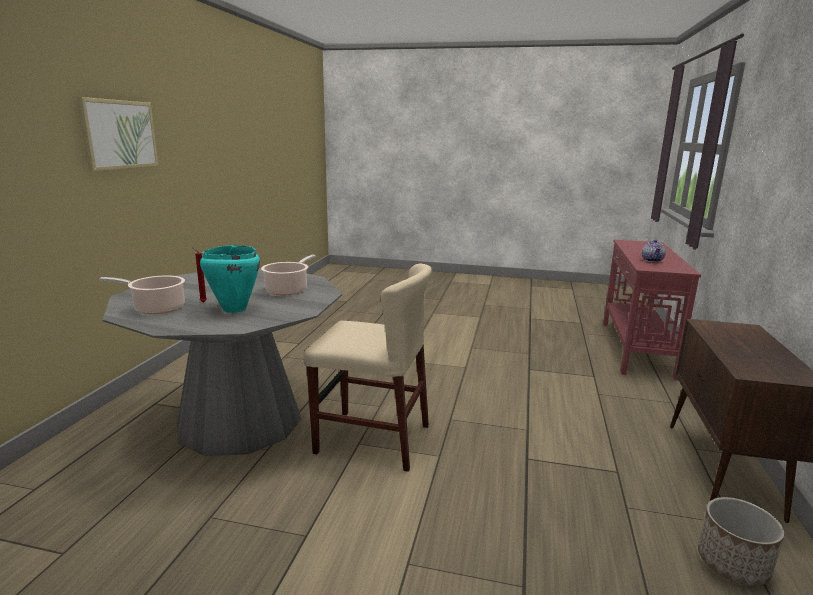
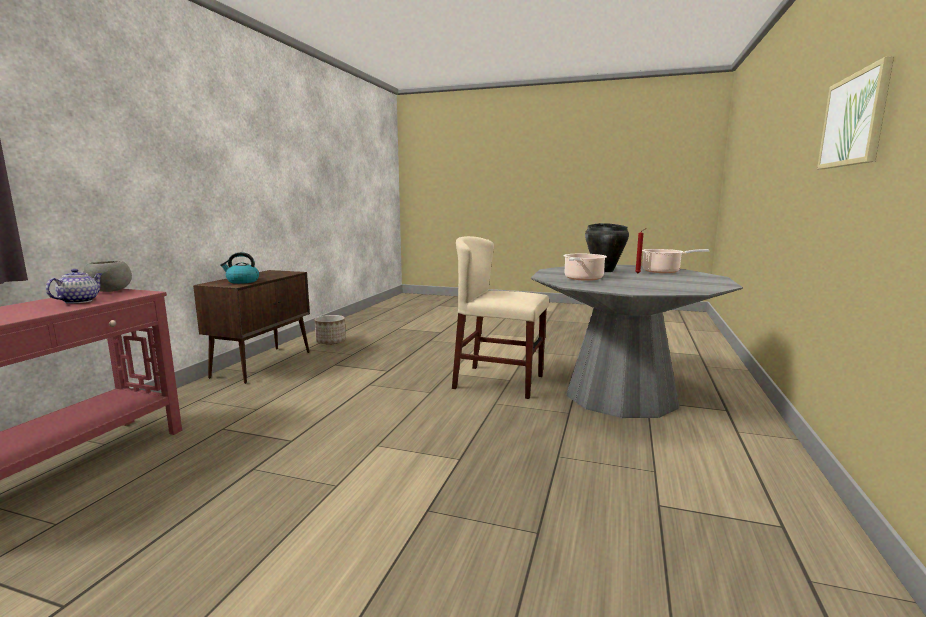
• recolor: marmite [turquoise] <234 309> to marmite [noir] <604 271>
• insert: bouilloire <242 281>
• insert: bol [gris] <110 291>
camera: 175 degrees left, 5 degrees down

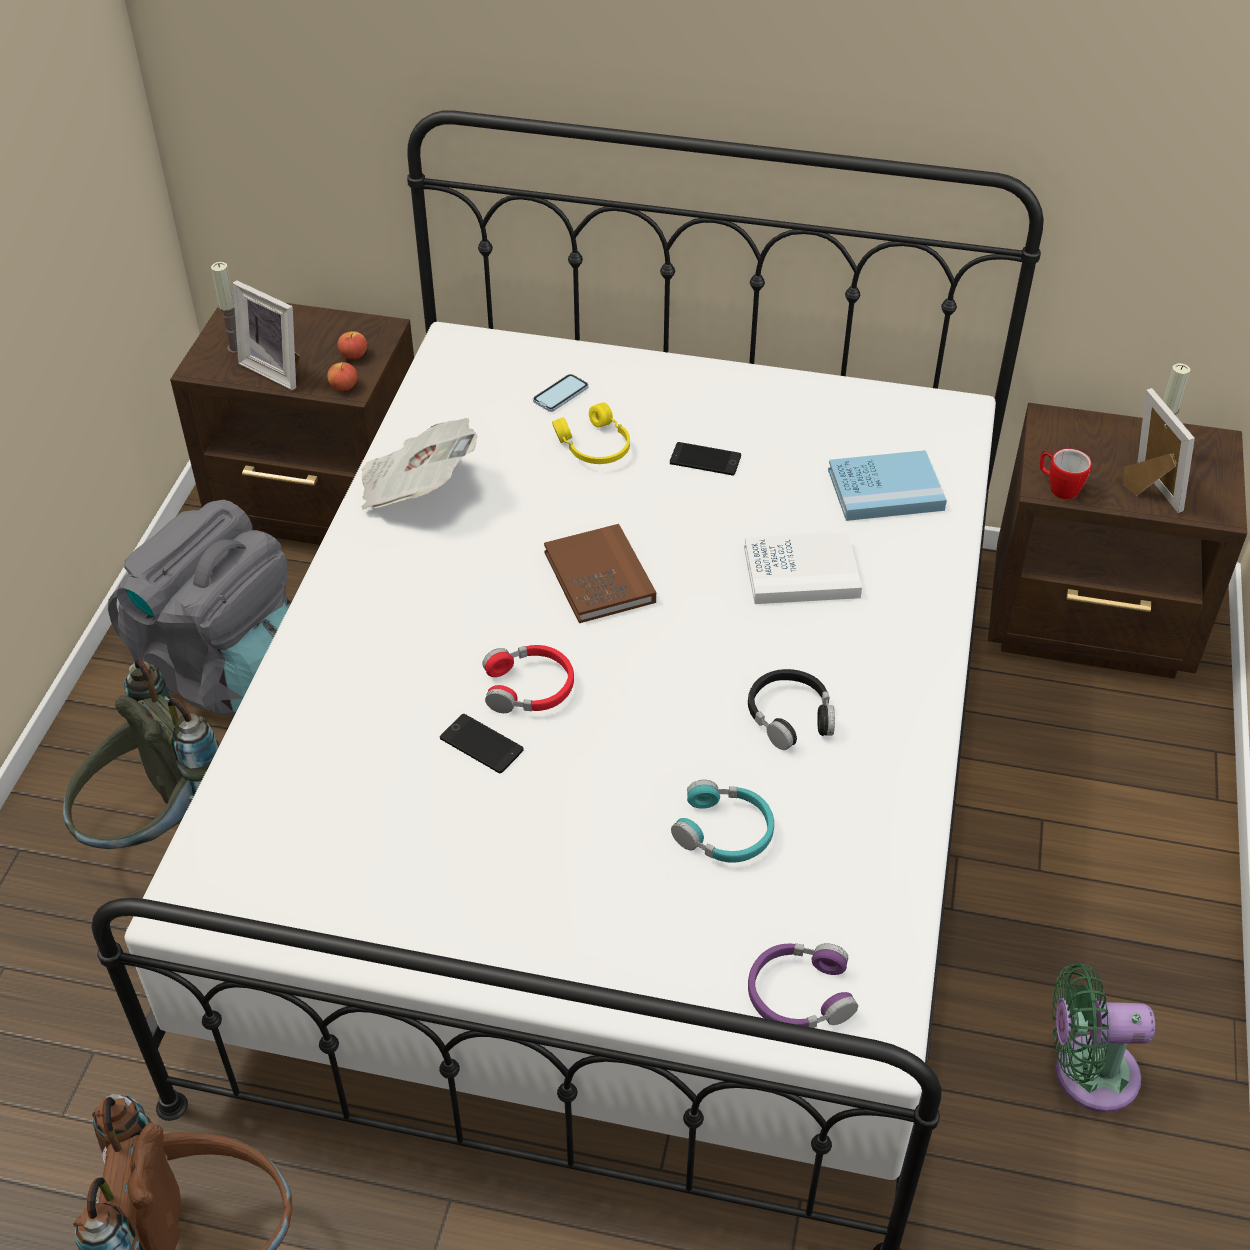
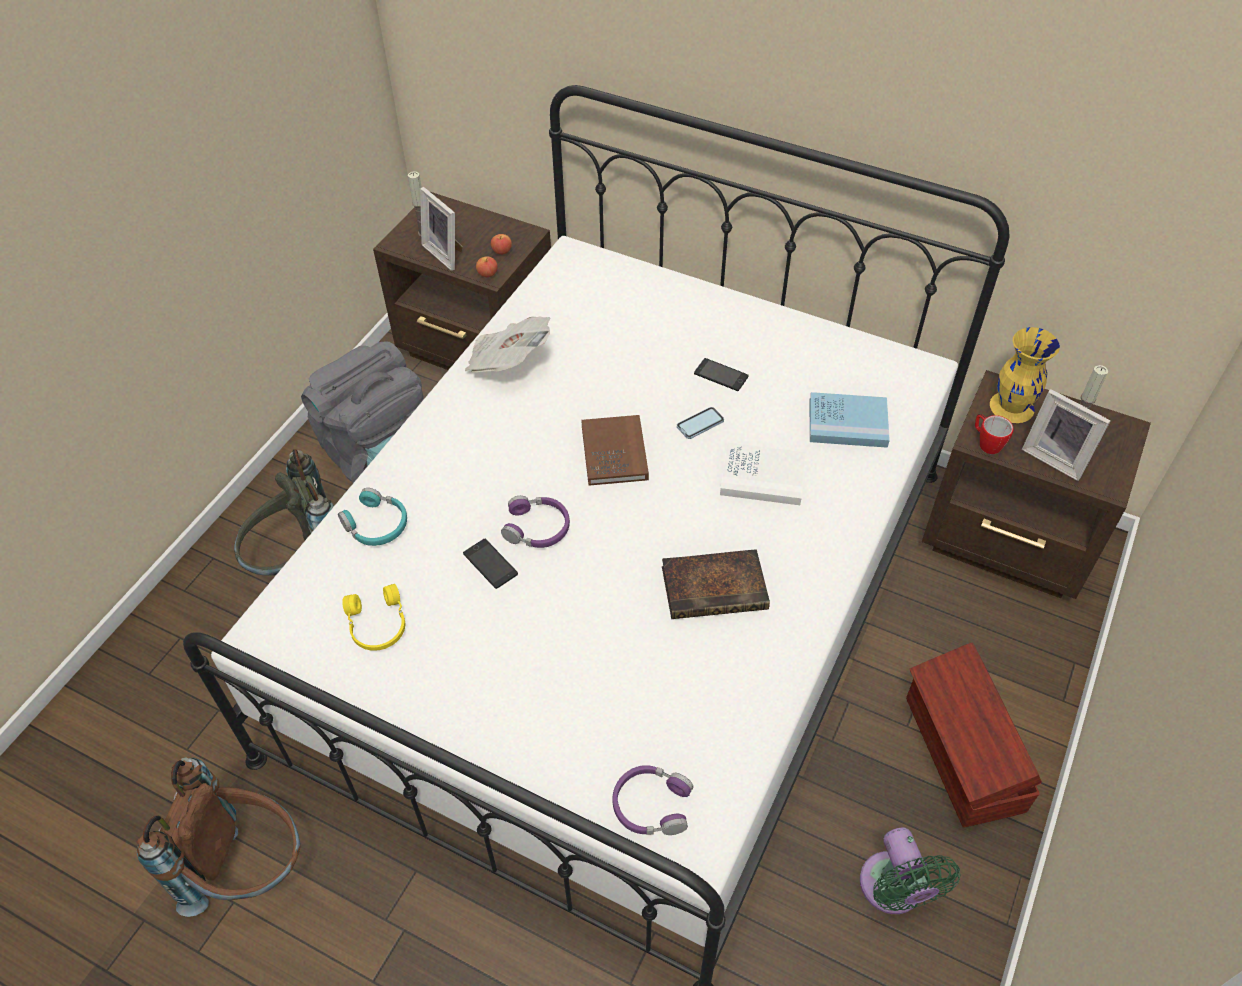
• move: téléphone <560 394> to <700 424>
• rotate: cadre photo <1146 490> = <1056 457> 135 degrees clockwise
• move: casque audio [jaune] <594 447> to <377 625>
• recolor: casque audio [rouge] <529 688> to casque audio [violet] <537 528>
• replace: casque audio [noir] <790 716> to livre <716 587>
• move: casque audio [turquoise] <724 832> to <376 525>
• rotate: ventilateur [vert] <1086 1073> = <893 890> 120 degrees counterclockwise
• insert: vase [jaune] <1012 407>
• insert: boîte de rangement [marron] <962 755>
camera: 15 degrees right, 5 degrees up

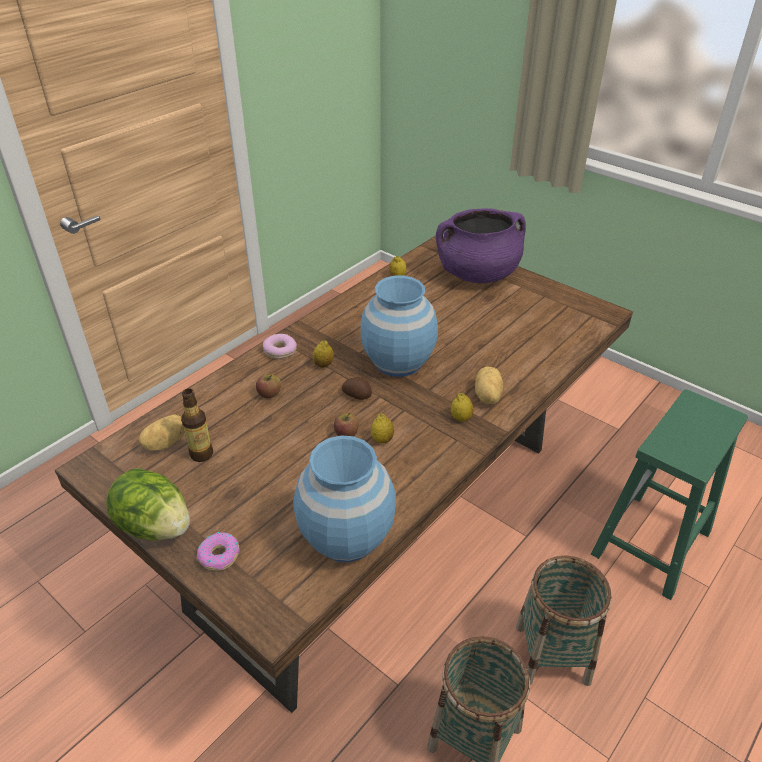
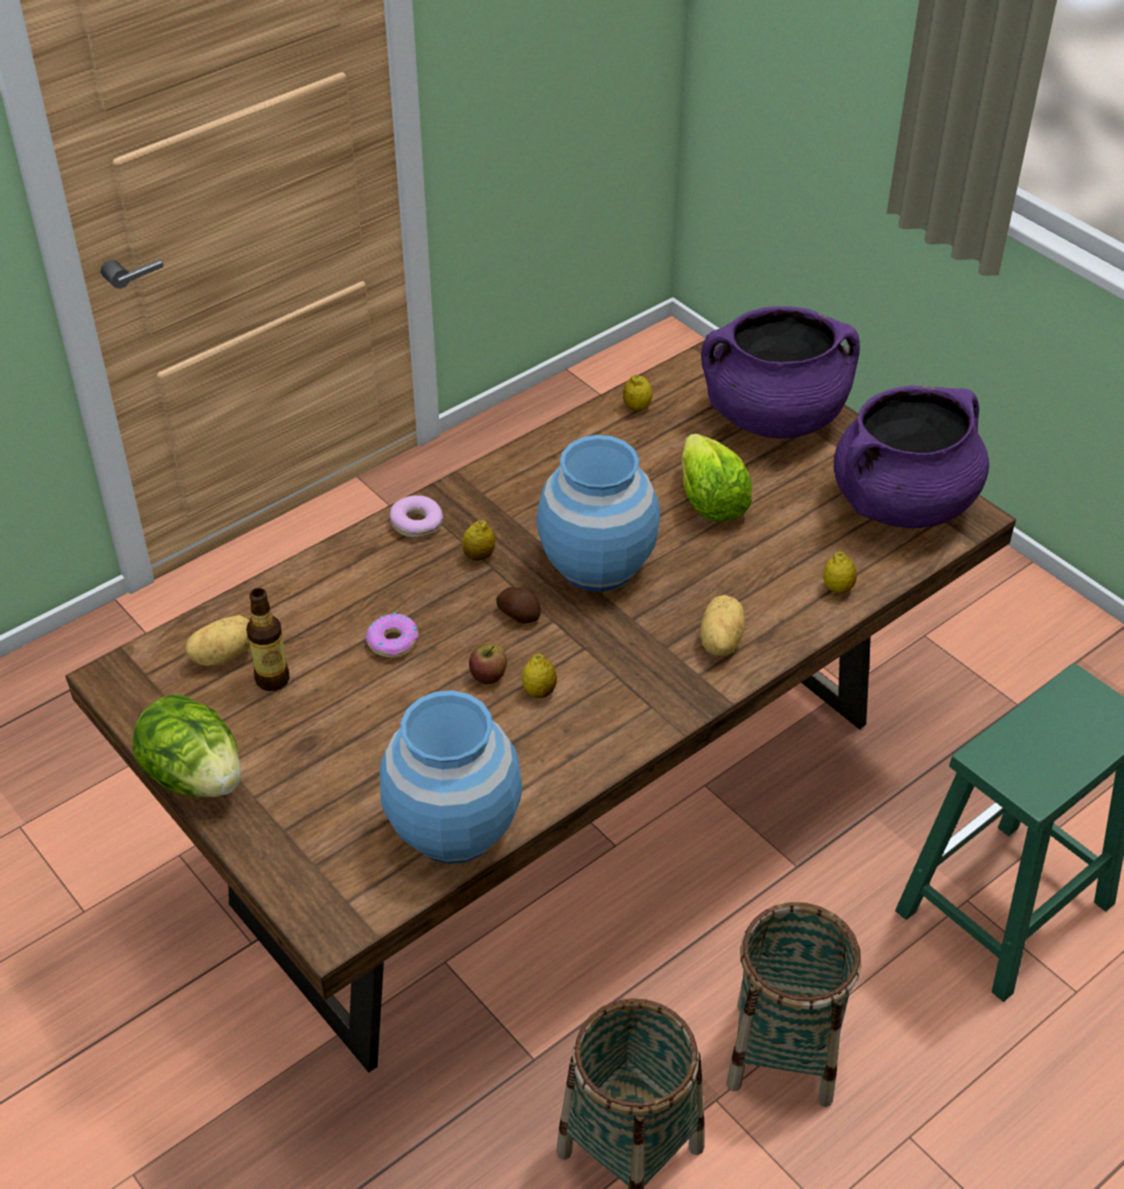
• delete: pomme <269 394>
• move: citron <461 418> to <837 588>
• move: beignet <219 555> to <393 641>
• insert: marmite [violet] <902 503>
• insert: laitue <710 501>
camera: 10 degrees right, 5 degrees up

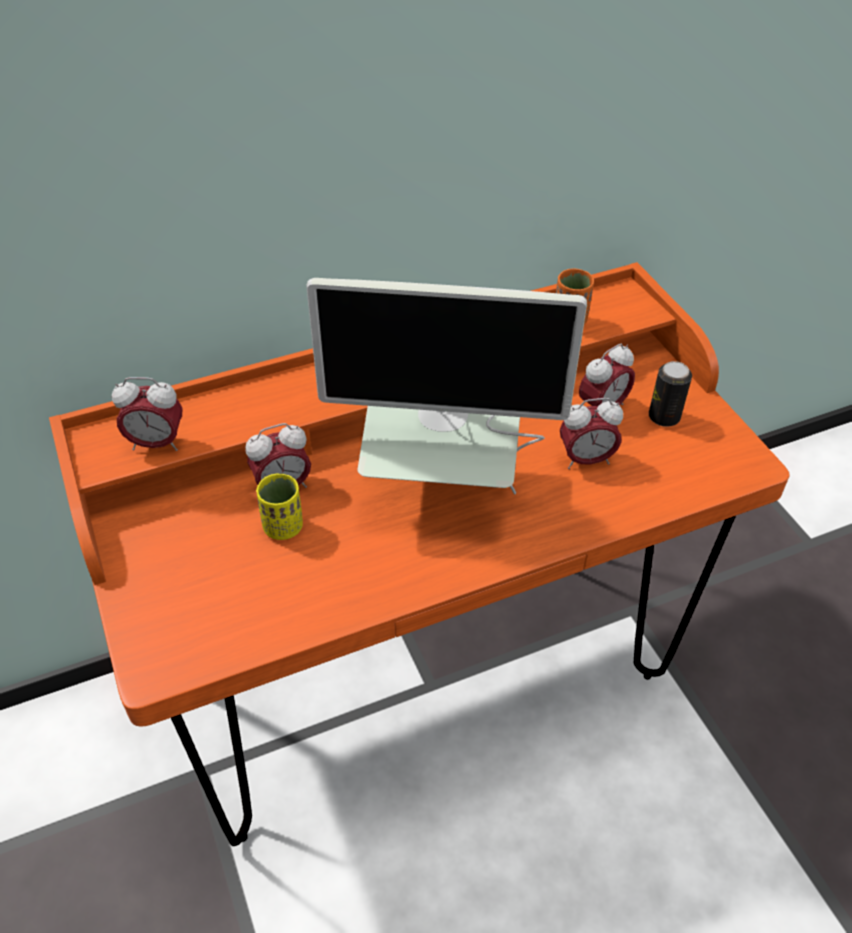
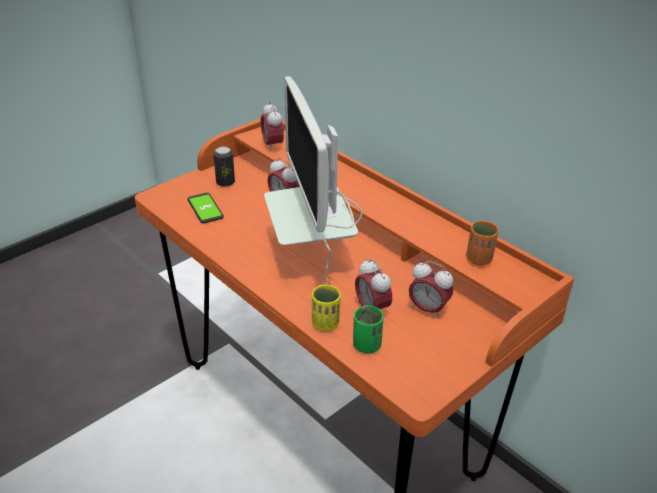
• move: boîte métallique <664 417> to <225 182>
• move: tasse [jaune] <283 527> to <325 323>
• insert: téléphone <205 209>
• insert: tasse [vert] <366 345>
camera: 70 degrees right, 10 degrees down

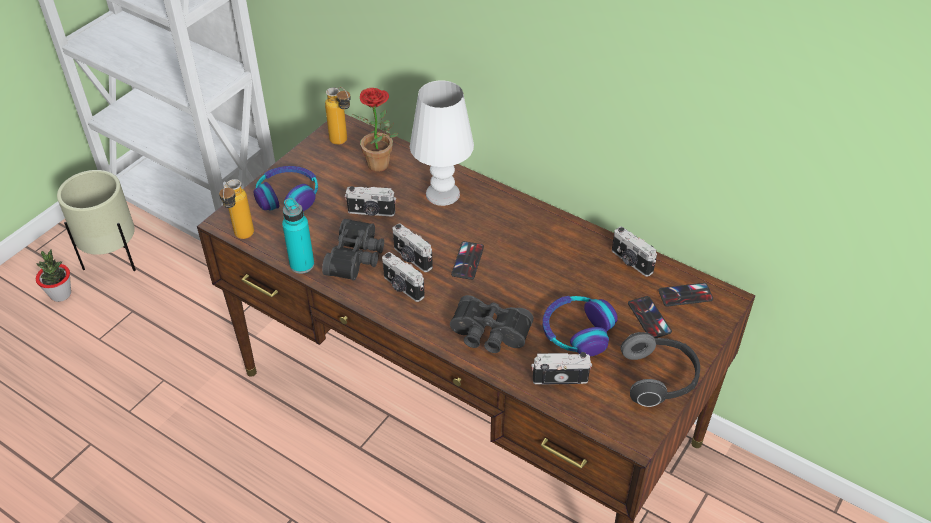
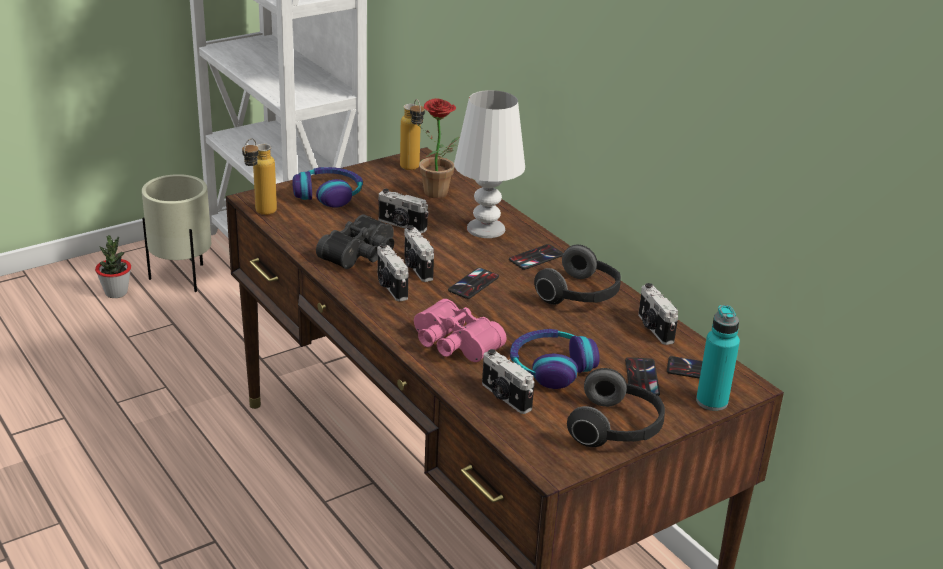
• move: bouteille [turquoise] <302 265> to <711 401>
• recolor: jumelles [noir] <489 335> to jumelles [rose] <453 345>
• rotate: appareil photo <560 377> = <504 397> 150 degrees counterclockwise
• insert: téléphone <536 257>
• insert: casque audio <580 295>
camera: 20 degrees right, 15 degrees down

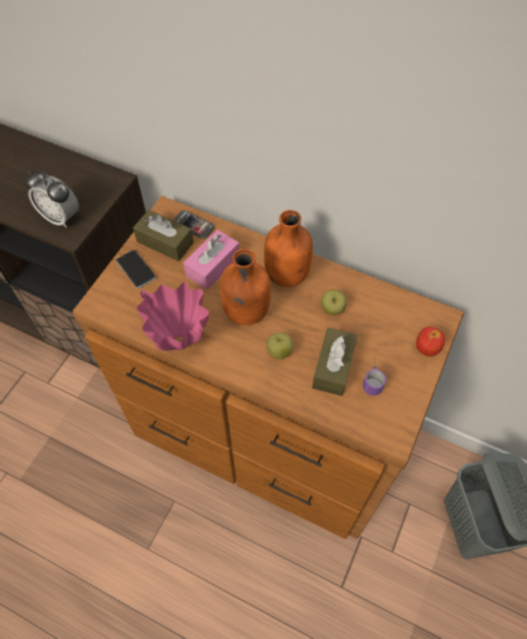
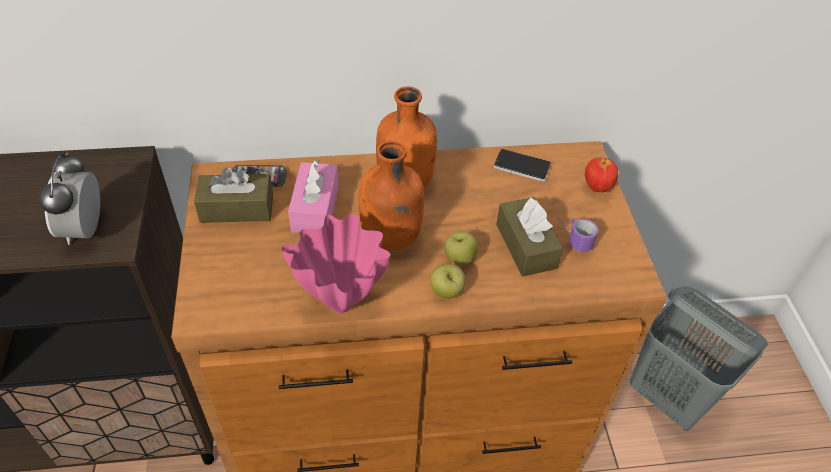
• rotate: réveil <61 217> = <85 229> 90 degrees clockwise
• move: téléphone <136 269> to <522 166>
• move: pomme <332 309> to <446 291>
camera: 35 degrees left, 10 degrees down

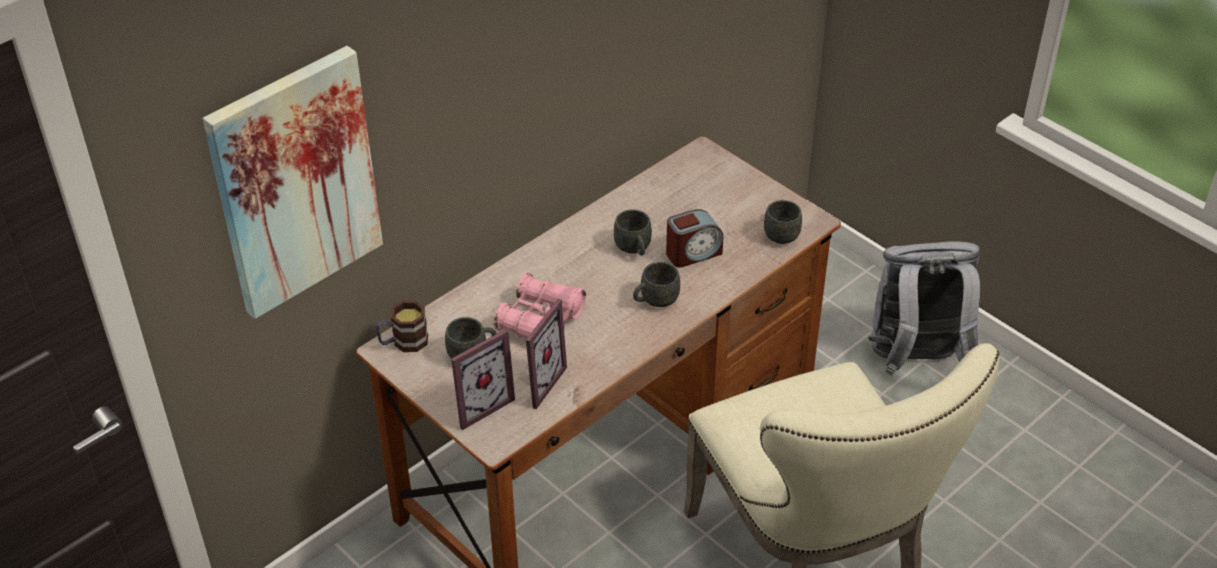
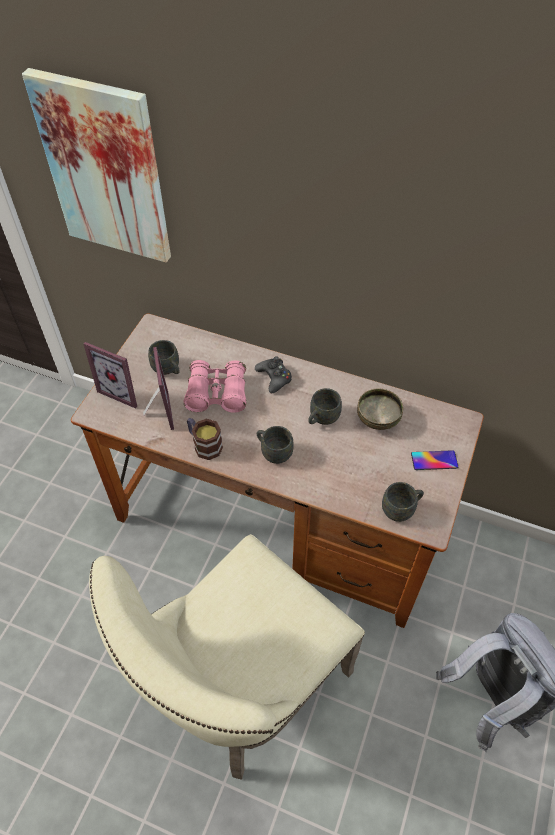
• delete: réveil <693 253>
• rotate: cadre photo <535 382> = <157 413> 105 degrees counterclockwise
• move: mug <403 342> to <204 444>
• insert: manette [noir] <274 378>
• insert: bol <377 419>
• insert: téléphone <434 460>
camera: 65 degrees right, 10 degrees up

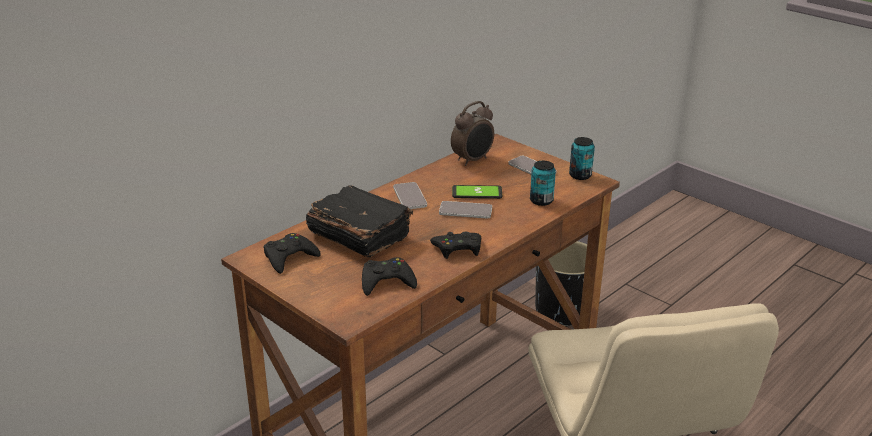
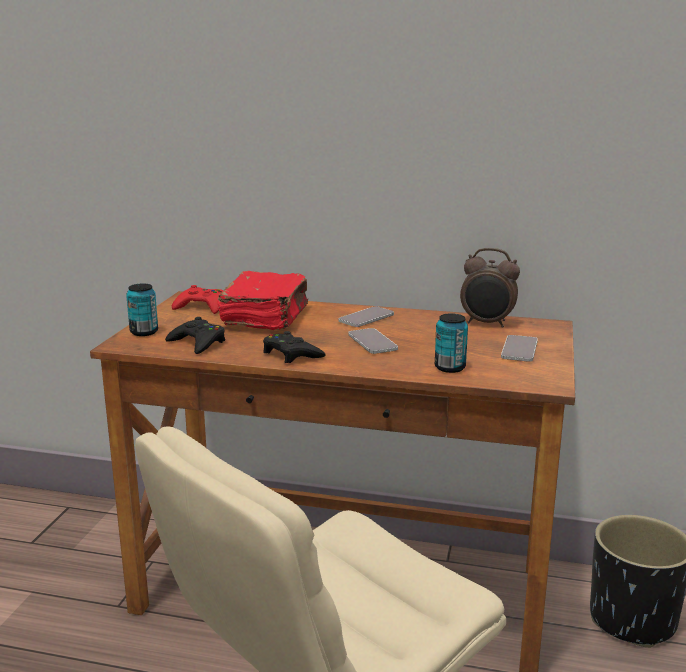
• move: boîte métallique <580 175> to <144 332>
• recolor: livre [noir] <359 236> to livre [rouge] <266 317>
• delete: téléphone <477 193>
• recolor: manette [noir] <289 257> to manette [rouge] <201 306>
camera: 60 degrees right, 10 degrees down

